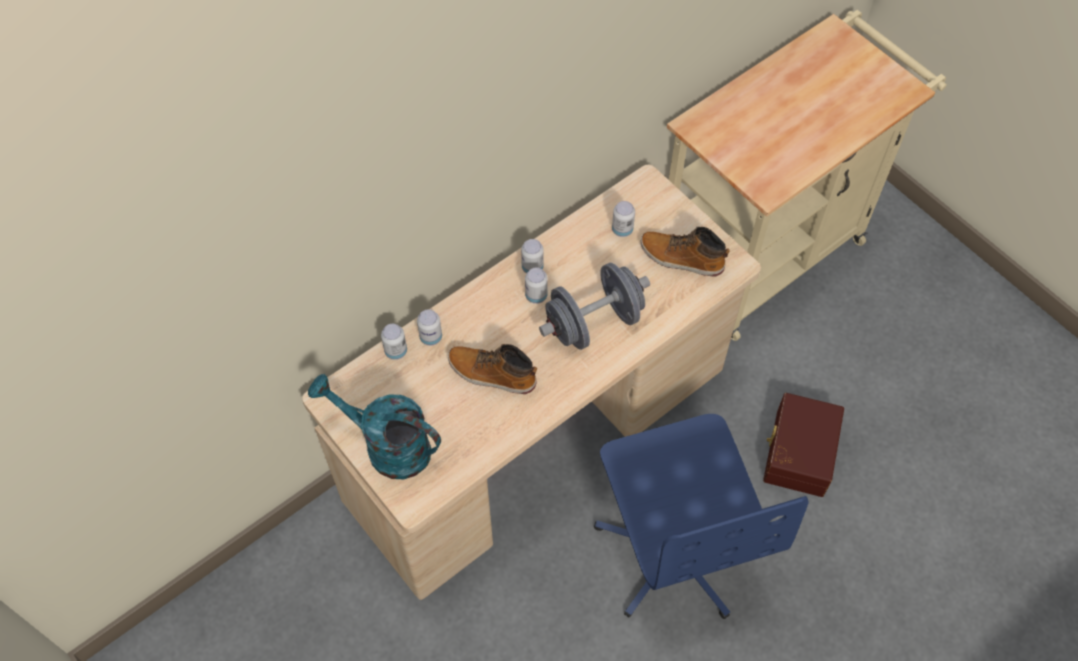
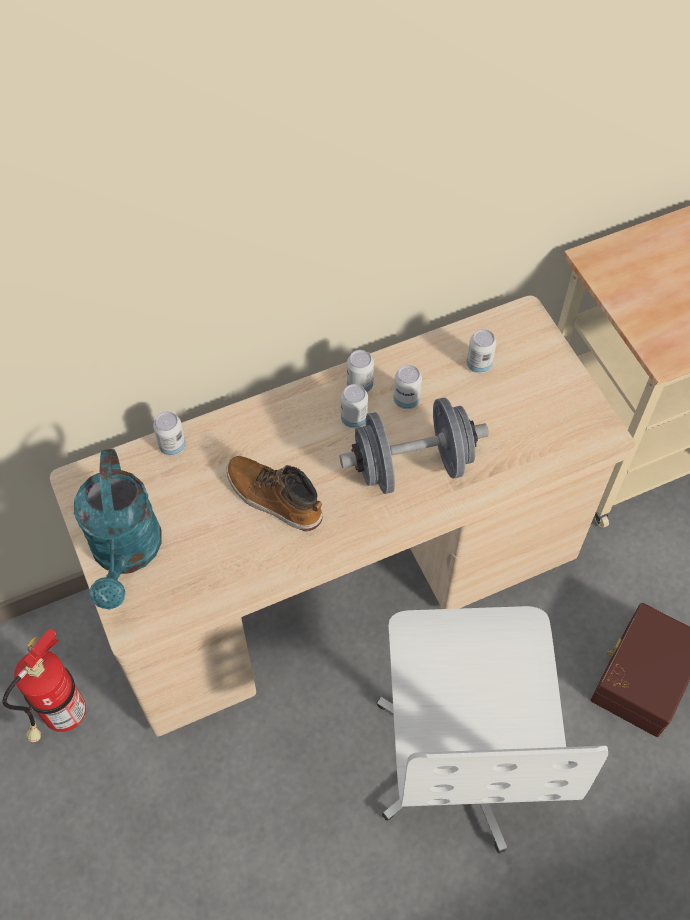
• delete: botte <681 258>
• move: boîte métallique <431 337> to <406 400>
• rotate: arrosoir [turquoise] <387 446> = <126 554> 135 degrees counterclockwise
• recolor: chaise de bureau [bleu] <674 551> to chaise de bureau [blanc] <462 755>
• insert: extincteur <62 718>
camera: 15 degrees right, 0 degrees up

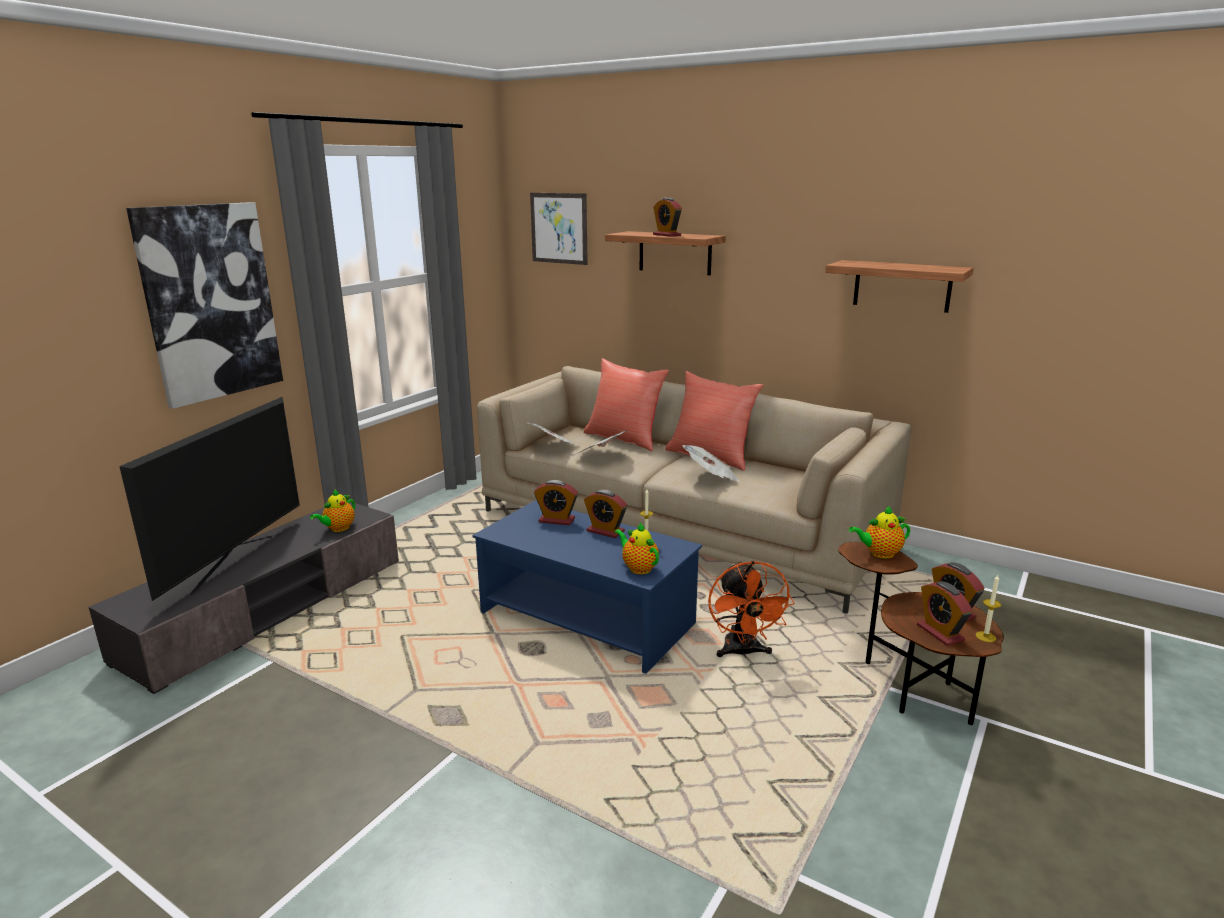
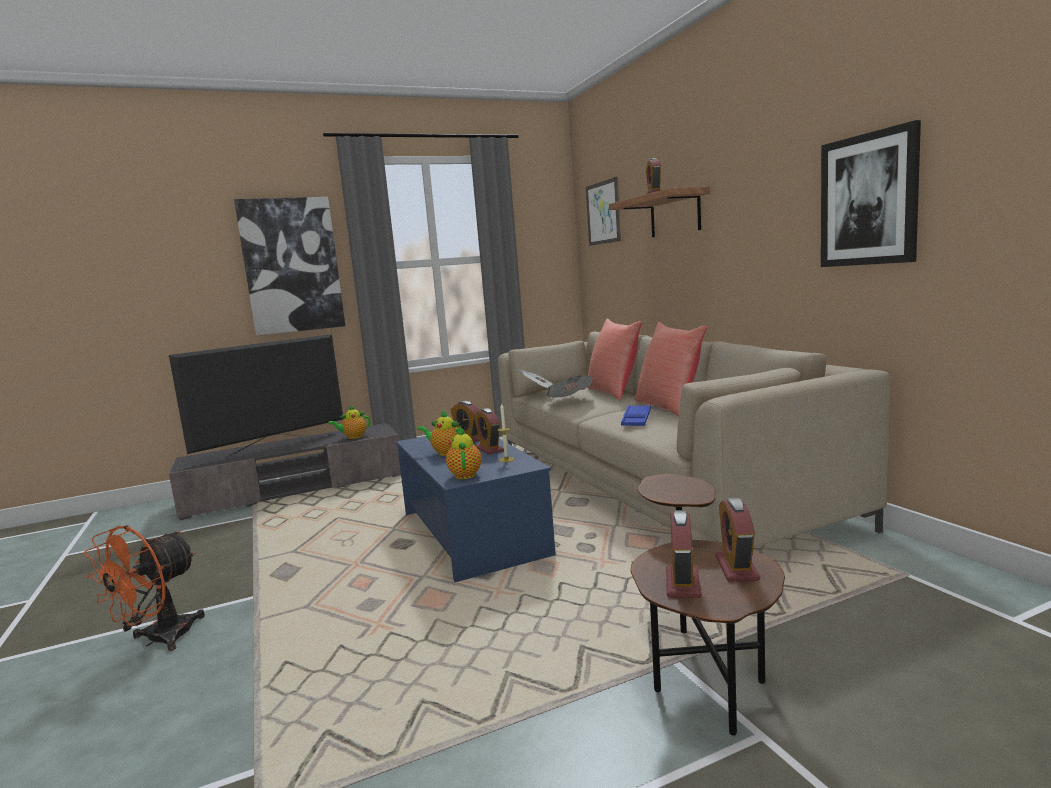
• replace: étagère <902 286> to tableau <868 200>
• replace: journal <711 477> to plateau [bleu] <636 419>
• move: théière <879 553> to <445 453>
• move: ventilateur [orange] <743 653> to <159 640>
• delete: bougie <985 637>
camera: 35 degrees right, 10 degrees down

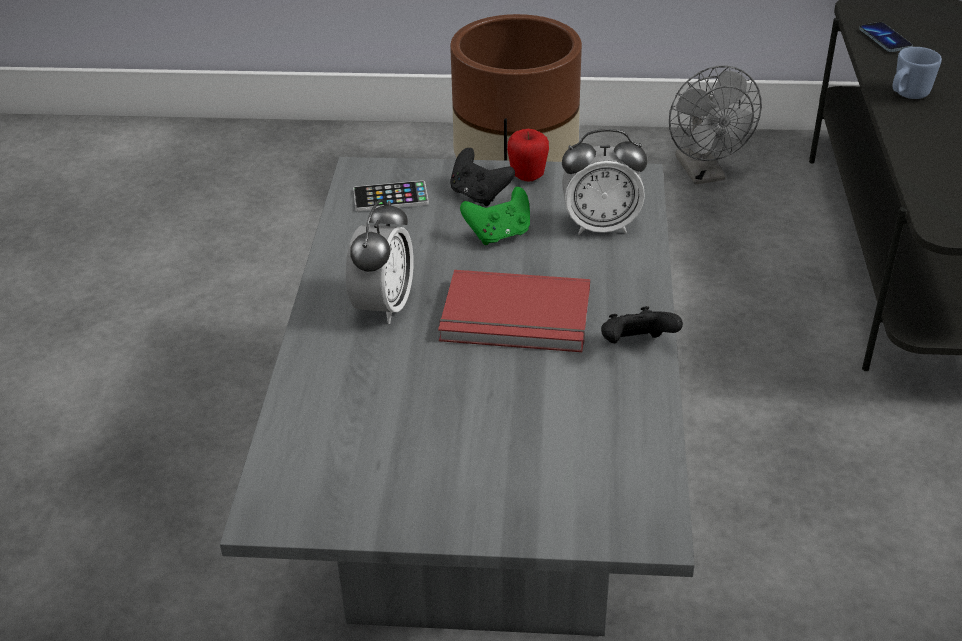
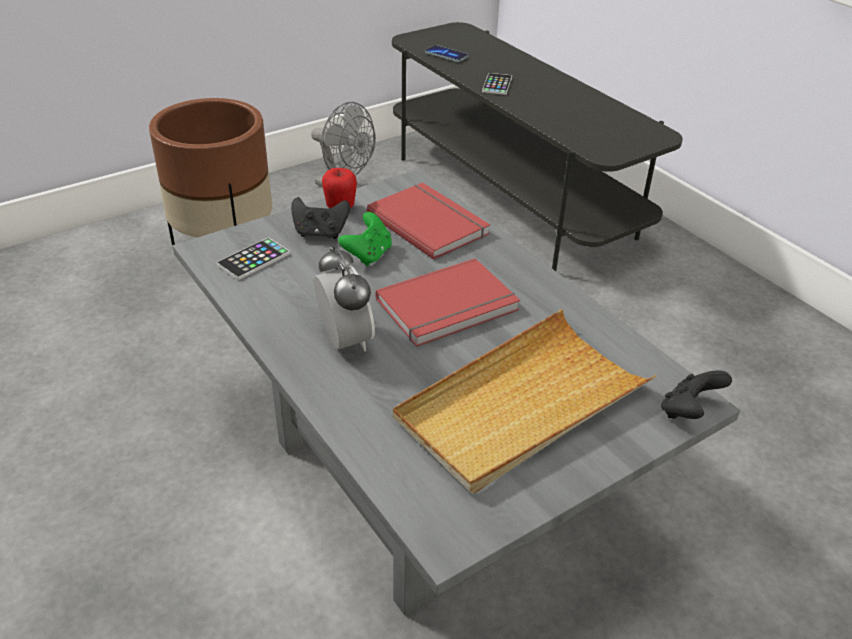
• replace: mug [bleu] <907 95> to téléphone <497 84>
• replace: réveil <600 226> to livre [rouge] <429 222>
• move: manette [noir] <636 346> to <688 411>
• insert: plateau [beige] <521 404>
camera: 40 degrees left, 0 degrees up

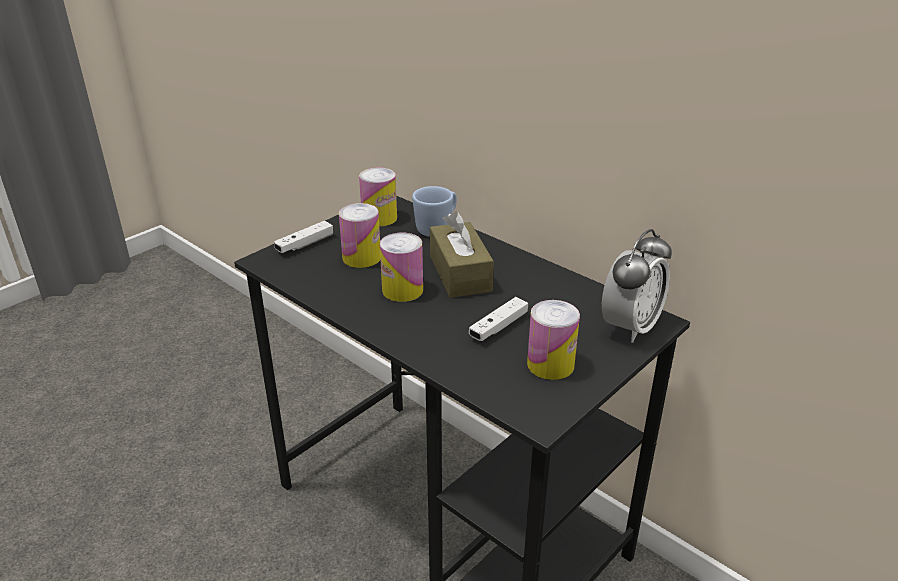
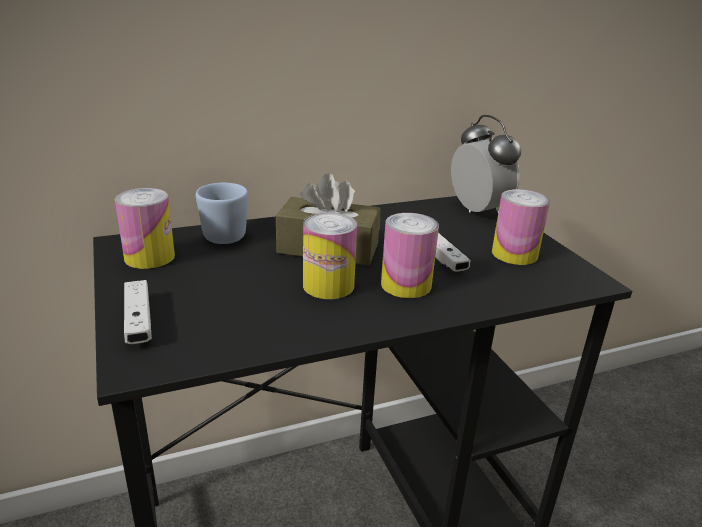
• move: boîte métallique <361 257> to <406 285>
camera: 65 degrees left, 5 degrees down

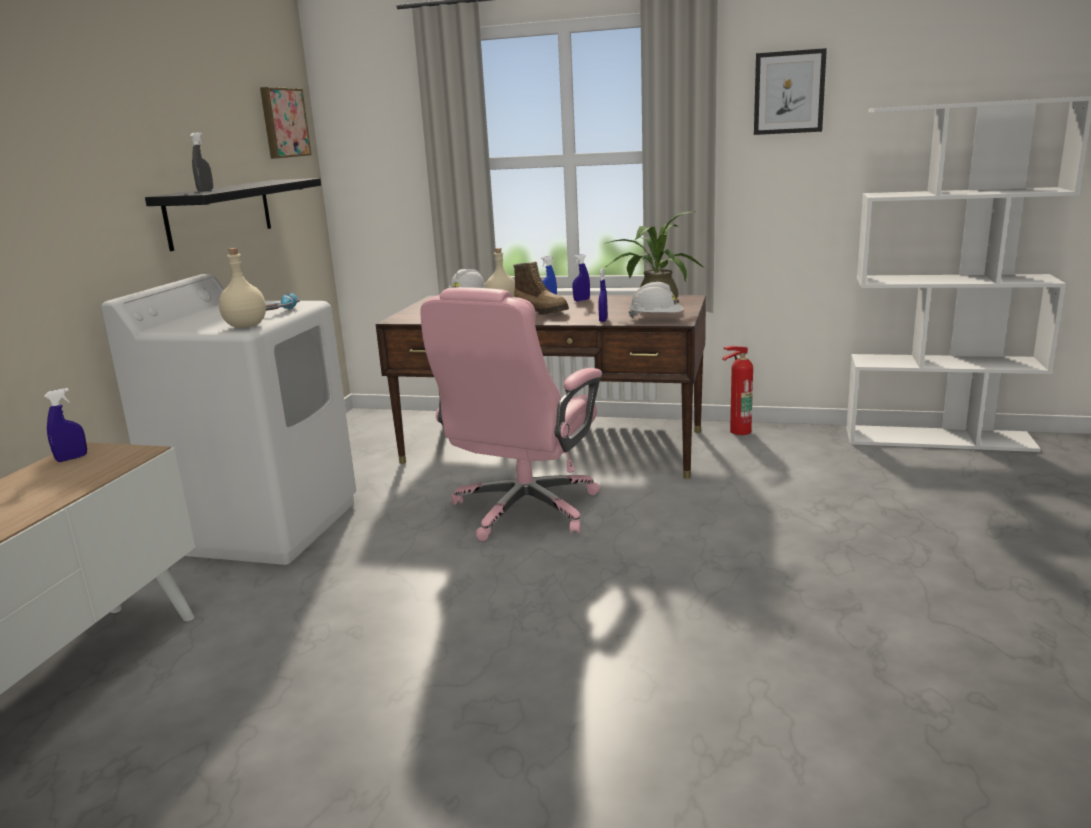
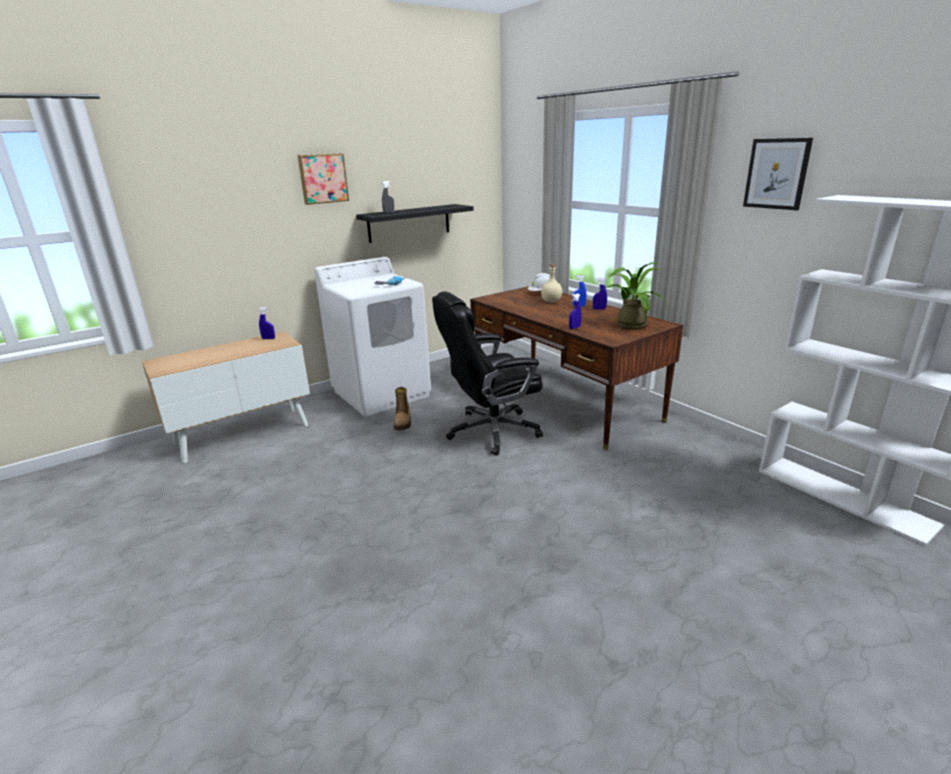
• move: tableau <283 123> to <323 178>
• delete: bouteille [beige] <246 326>
• move: botte <542 311> to <403 422>
• delete: casque de chantier [blanc] <656 319>
• recolor: chaise de bureau [rose] <523 510> to chaise de bureau [noir] <491 431>
• delete: extincteur <737 431>
camera: 40 degrees right, 5 degrees up

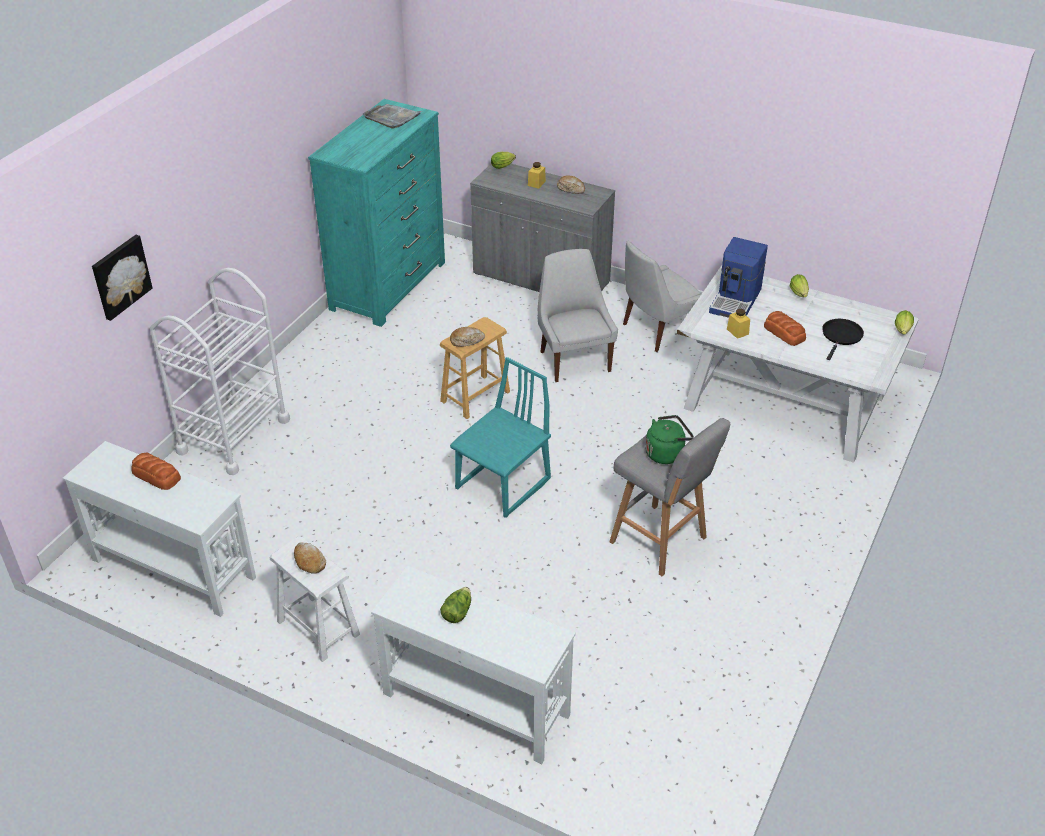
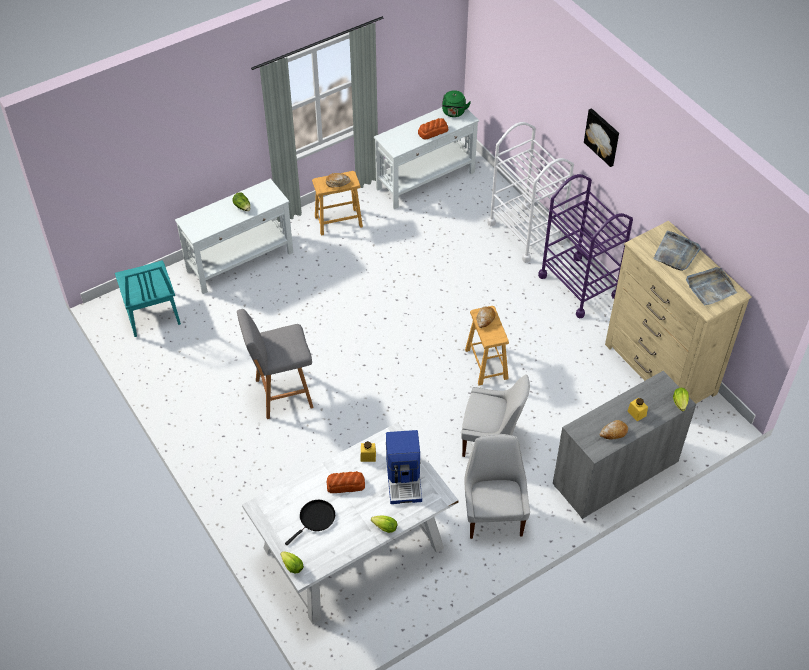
• recolor: commode [turquoise] <389 285> to commode [beige] <660 369>
• move: tableau <120 276> to <603 136>
• rotate: machine à café <736 301> = <404 479> 150 degrees counterclockwise
• rotate: poêle [noir] <841 336> = <315 519> 105 degrees counterclockwise
• move: chaise [turquoise] <503 484> to <151 314>
• move: bouilloire [vert] <666 453> to <453 113>
• recolor: tabouret [blanc] <318 628> to tabouret [marron] <338 221>
• insert: chariot [violet] <578 286>
• insert: plateau [gris] <676 253>
camera: 120 degrees right, 10 degrees up

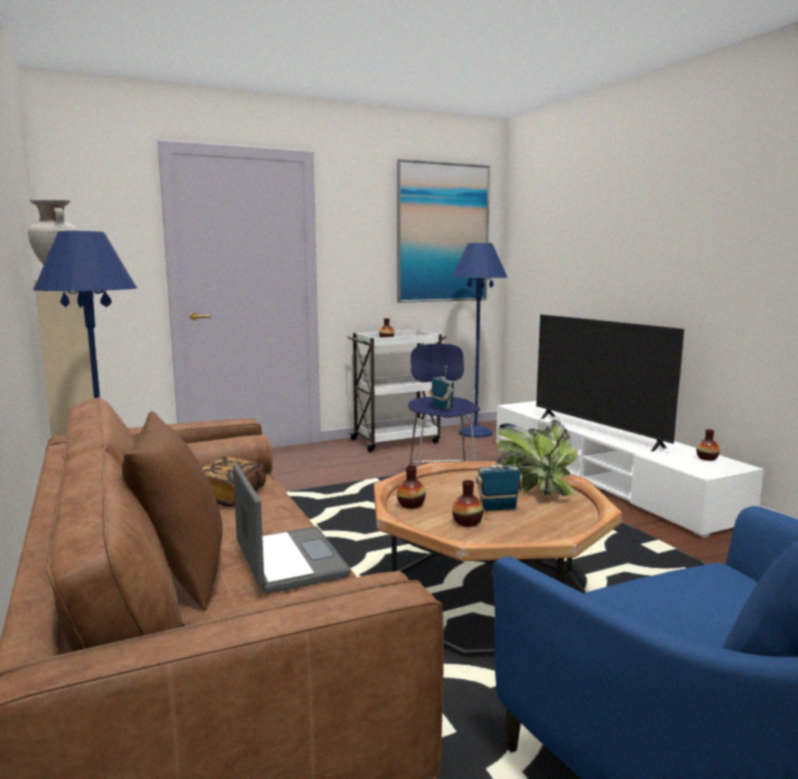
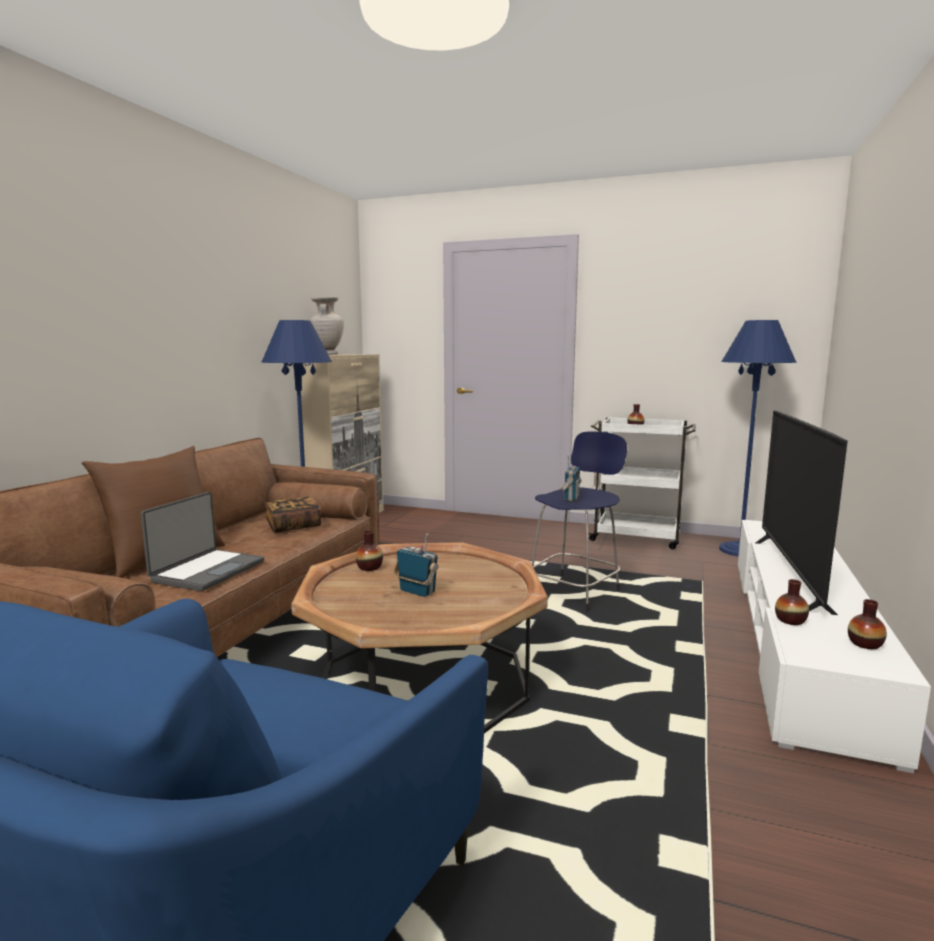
• delete: tableau <442 233>
• delete: plante en pot <535 490>
• move: vase <467 522> to <790 620>
camera: 45 degrees right, 0 degrees up

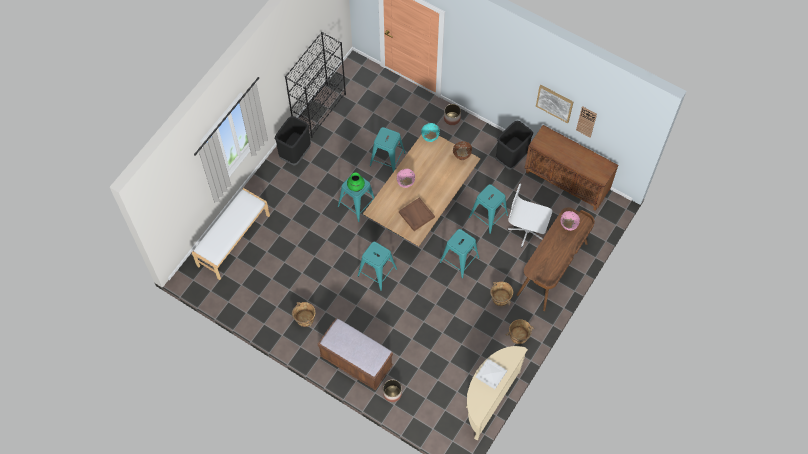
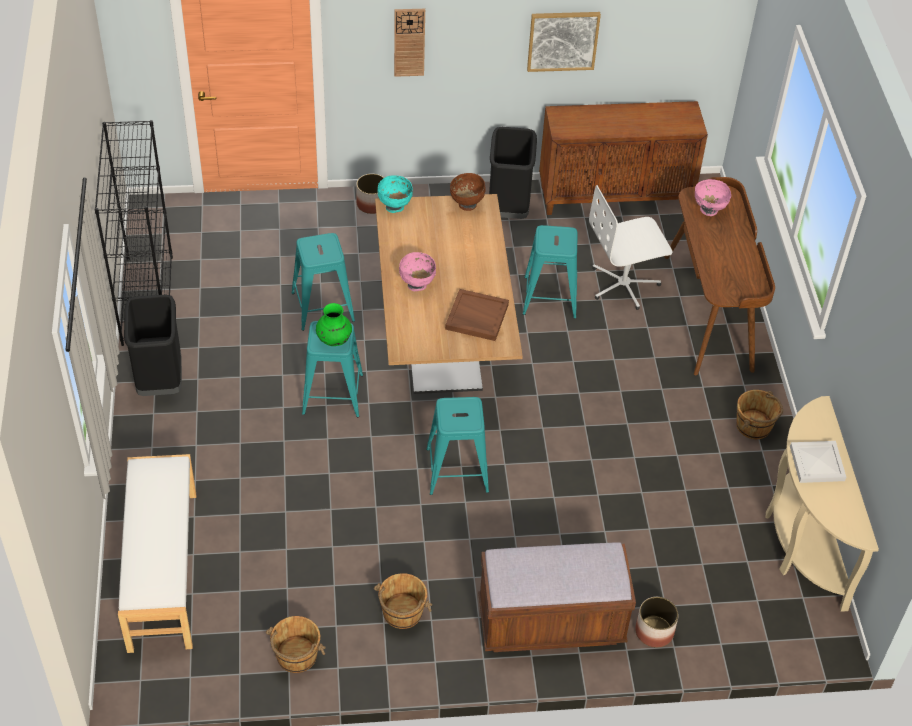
• move: horloge murale <586 121> to <409 42>
• delete: tabouret [turquoise] <459 260>
• move: seau [marron] <500 298> to <296 656>
camera: 40 degrees left, 15 degrees down

